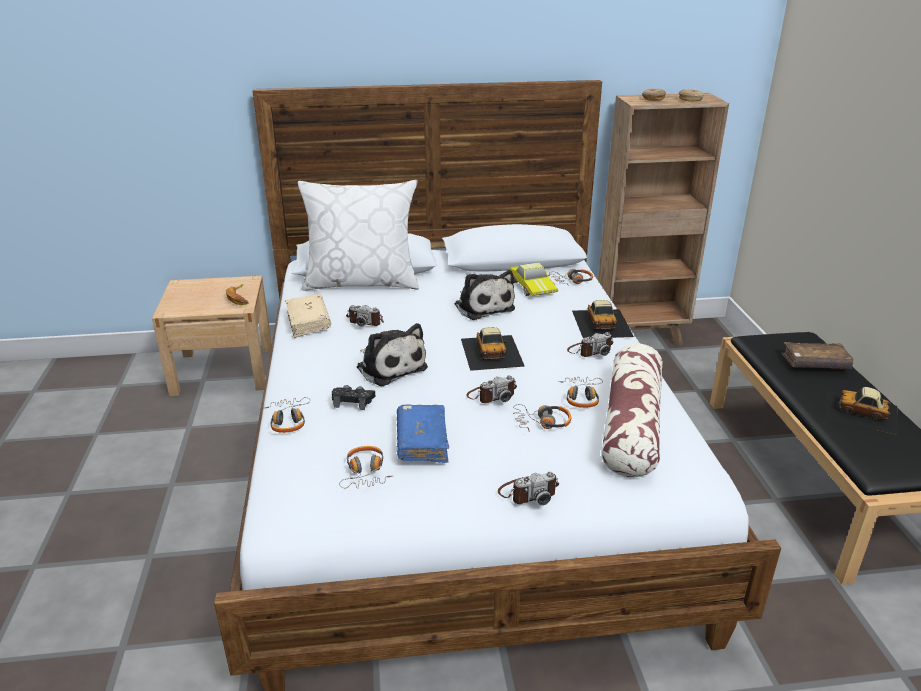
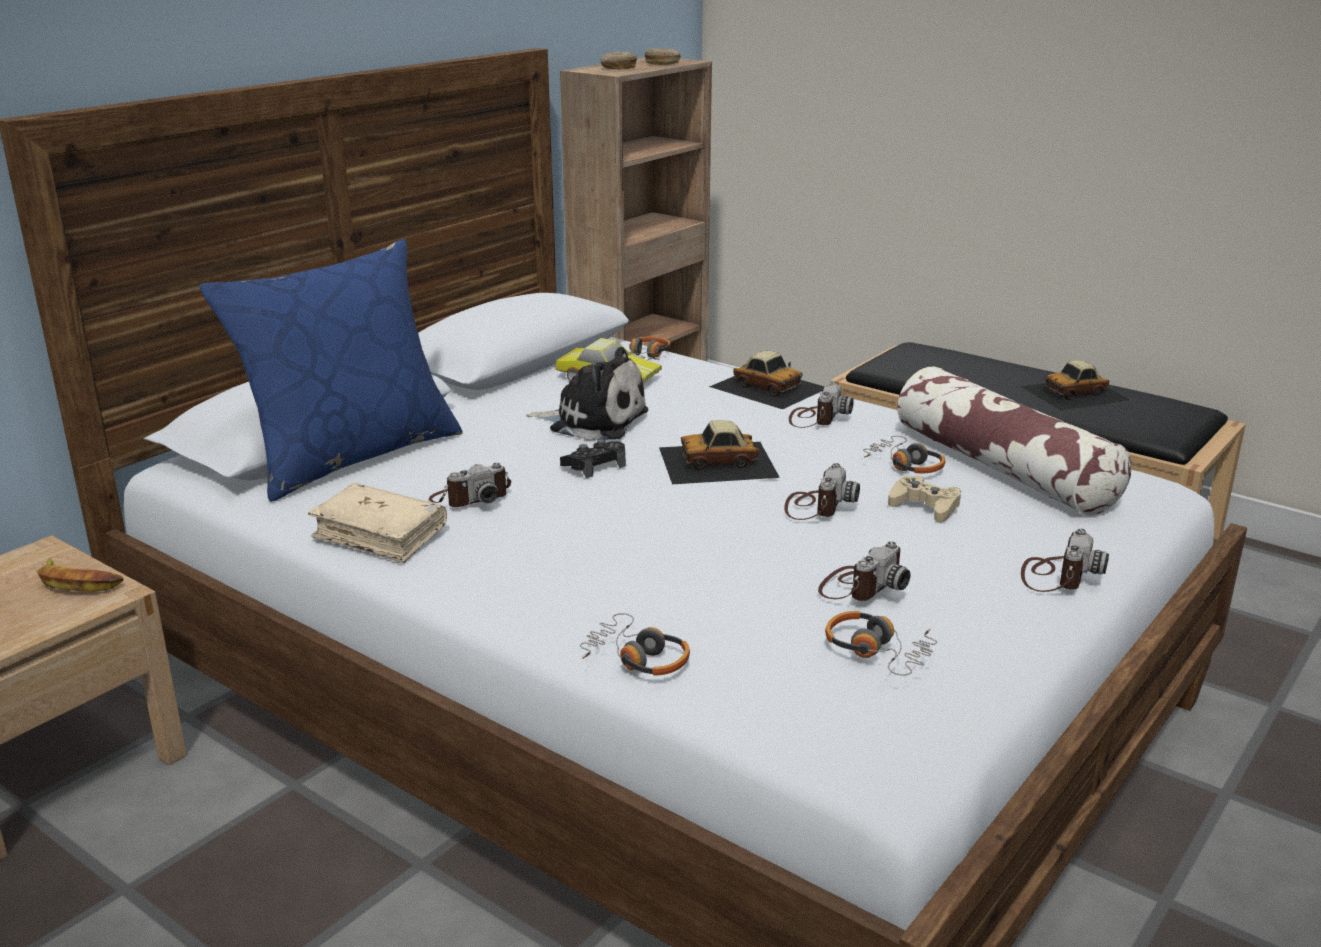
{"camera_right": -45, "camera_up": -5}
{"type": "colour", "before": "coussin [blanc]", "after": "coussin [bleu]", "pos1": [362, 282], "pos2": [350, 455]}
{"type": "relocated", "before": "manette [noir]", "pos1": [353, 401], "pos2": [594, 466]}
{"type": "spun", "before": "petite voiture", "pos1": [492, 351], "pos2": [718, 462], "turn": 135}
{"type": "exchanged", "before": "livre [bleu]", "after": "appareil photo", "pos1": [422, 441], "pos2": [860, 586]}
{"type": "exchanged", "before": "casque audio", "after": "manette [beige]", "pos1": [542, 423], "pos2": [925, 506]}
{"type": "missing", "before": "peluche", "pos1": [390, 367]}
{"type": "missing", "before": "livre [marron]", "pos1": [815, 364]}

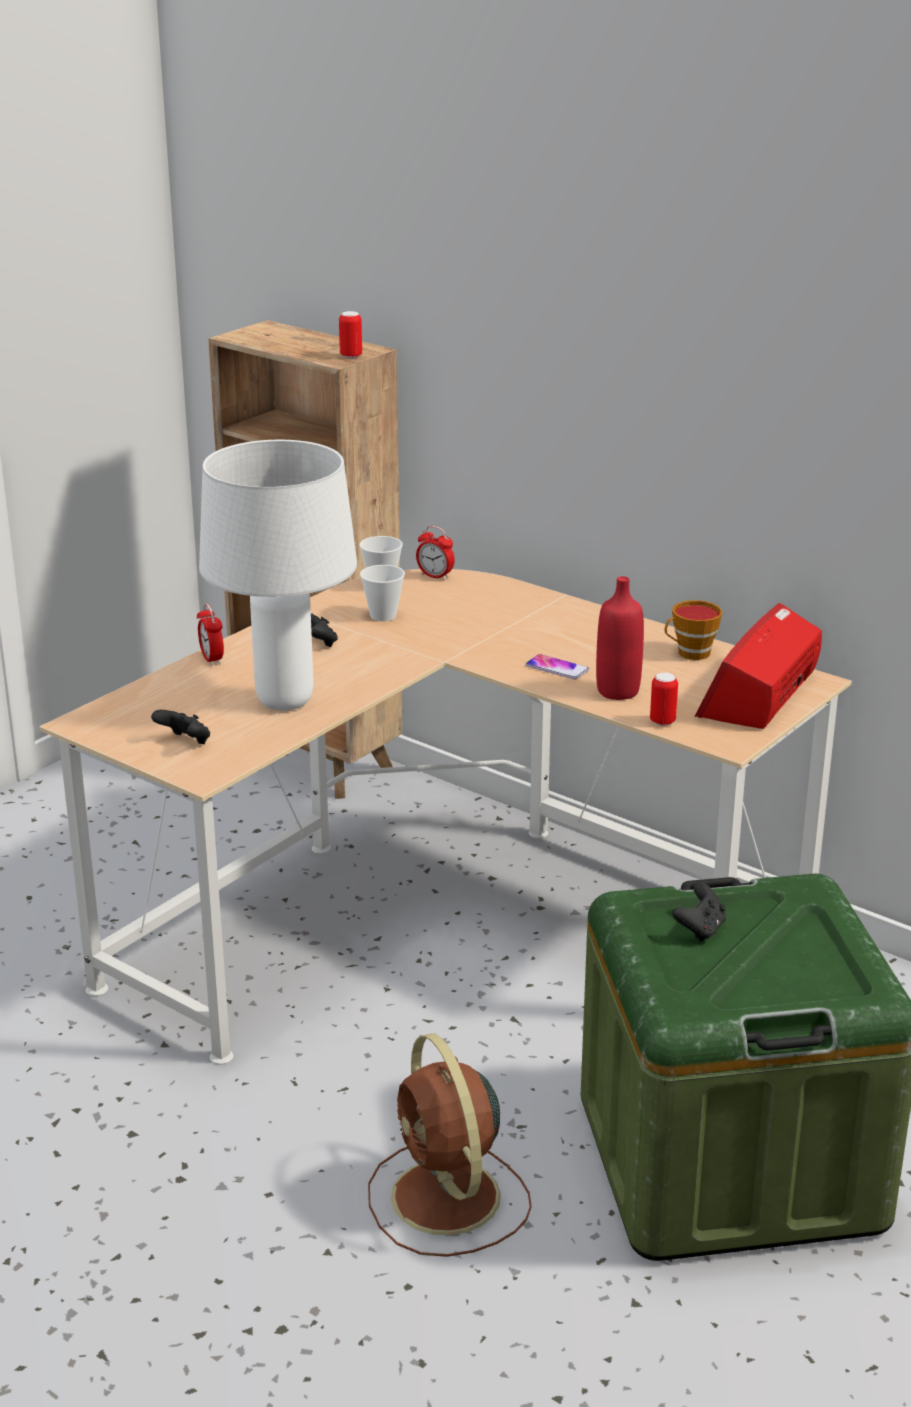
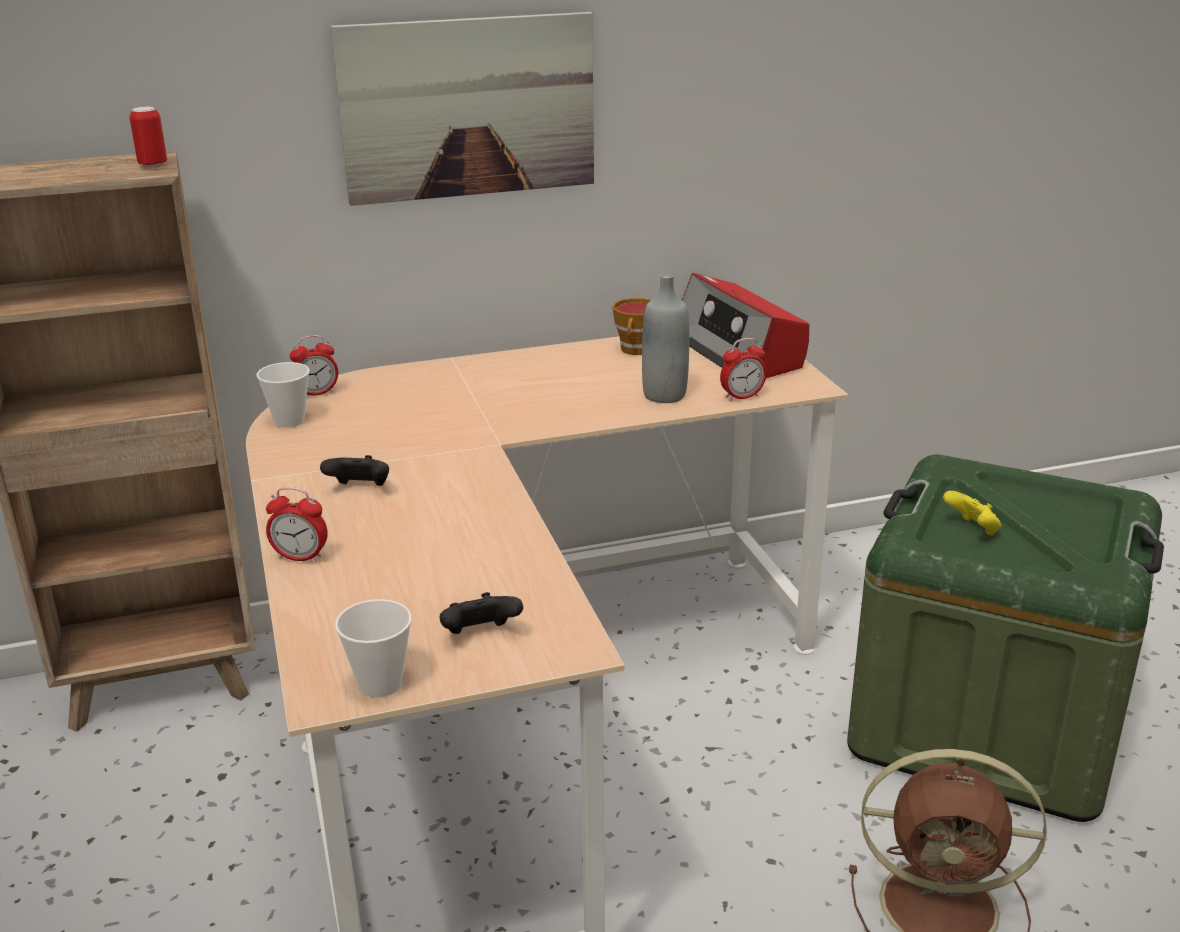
{"camera_right": -55, "camera_up": 0}
{"type": "appeared", "after": "tableau", "pos2": [468, 108]}
{"type": "relocated", "before": "tasse", "pos1": [383, 616], "pos2": [380, 684]}
{"type": "colour", "before": "bouteille [rouge]", "after": "bouteille [gris]", "pos1": [617, 691], "pos2": [664, 395]}
{"type": "exchanged", "before": "boîte métallique", "after": "réveil", "pos1": [662, 721], "pos2": [742, 397]}
{"type": "colour", "before": "manette [noir]", "after": "manette [jaune]", "pos1": [700, 929], "pos2": [972, 529]}
{"type": "missing", "before": "lampe de table [blanc]", "pos1": [286, 701]}
{"type": "missing", "before": "téléphone", "pos1": [557, 668]}

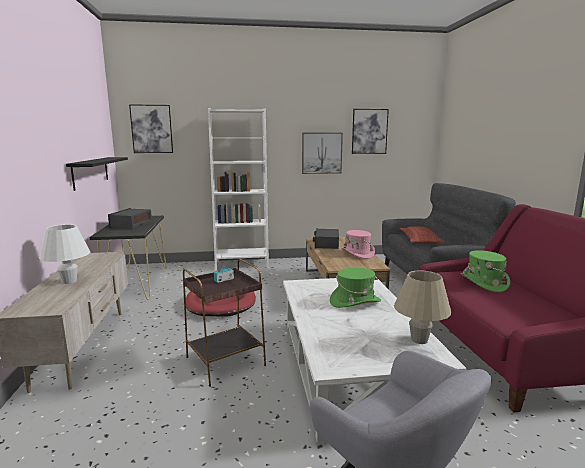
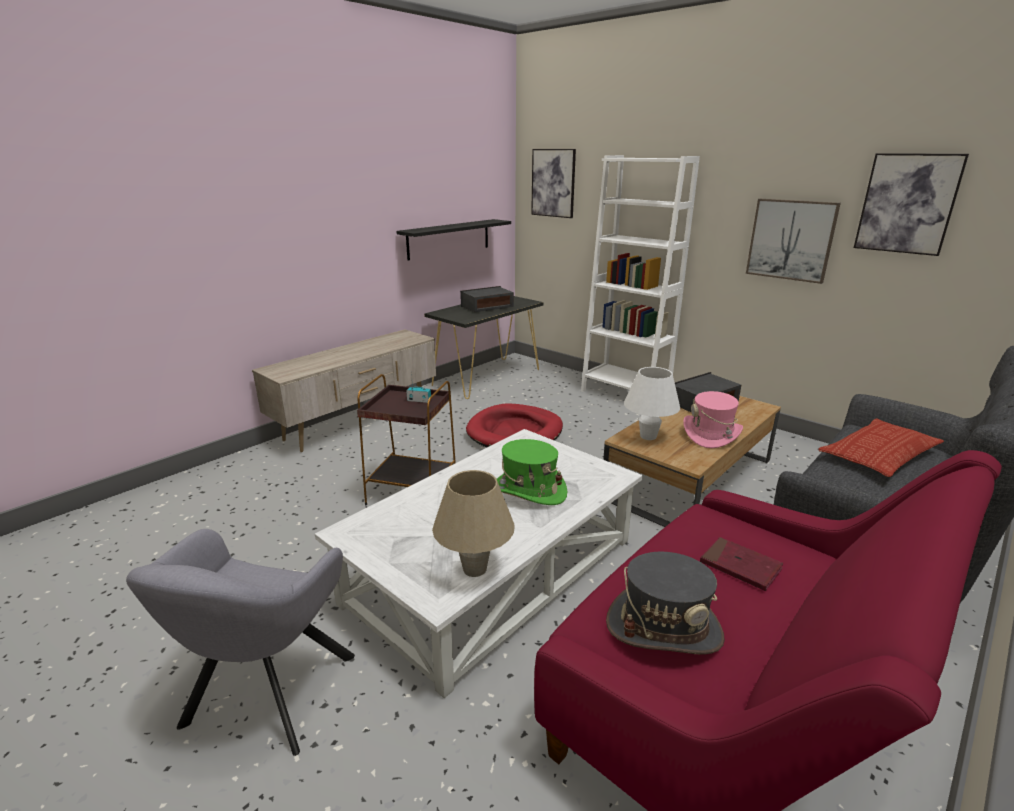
{"camera_right": 50, "camera_up": 10}
{"type": "appeared", "after": "chapeau [gris]", "pos2": [664, 627]}
{"type": "relocated", "before": "lampe de table [blanc]", "pos1": [69, 281], "pos2": [648, 436]}
{"type": "exchanged", "before": "chapeau [vert]", "after": "livre [rouge]", "pos1": [483, 283], "pos2": [740, 566]}

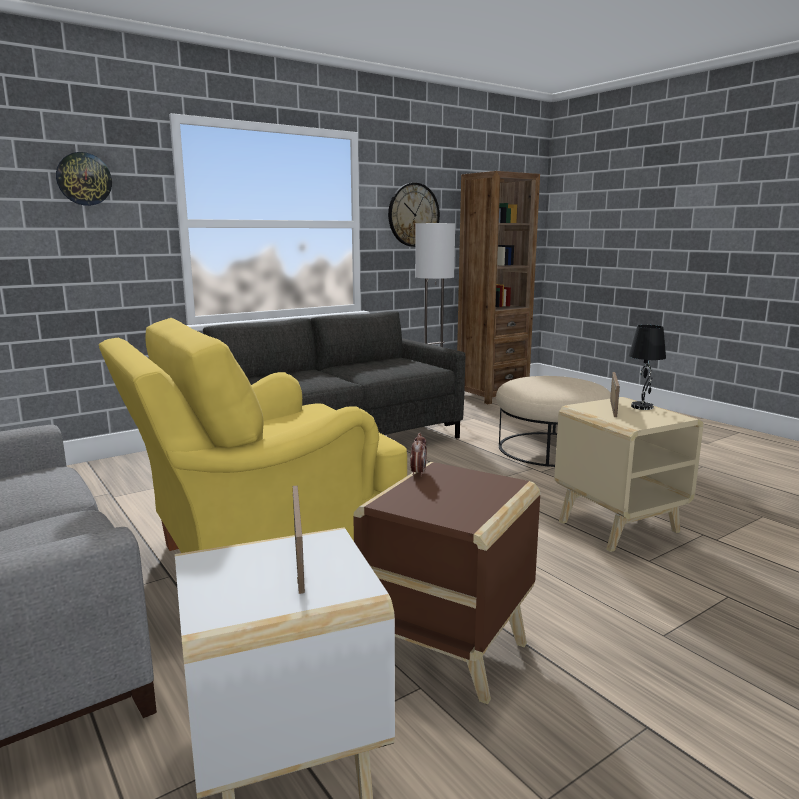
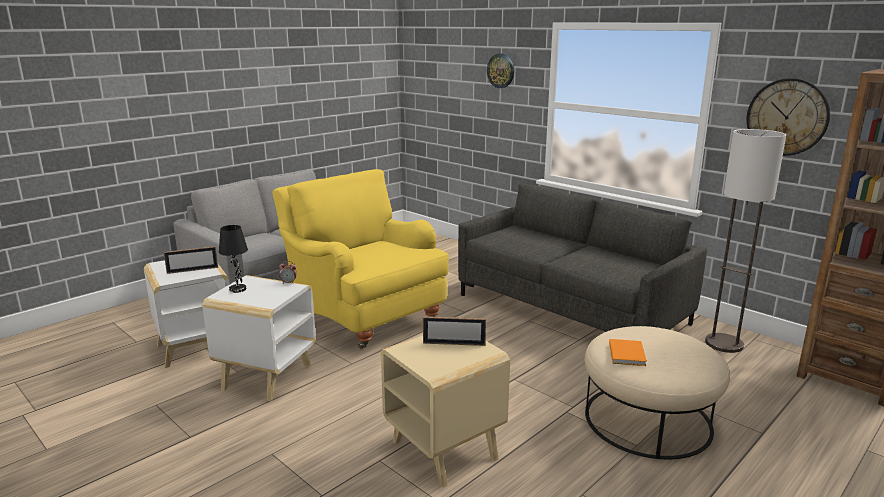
{"camera_right": 80, "camera_up": 5}
{"type": "colour", "before": "table d'appoint [marron]", "after": "table d'appoint [blanc]", "pos1": [444, 649], "pos2": [267, 376]}
{"type": "relocated", "before": "lampe de table [noir]", "pos1": [642, 406], "pos2": [238, 289]}
{"type": "appeared", "after": "livre [orange]", "pos2": [627, 353]}

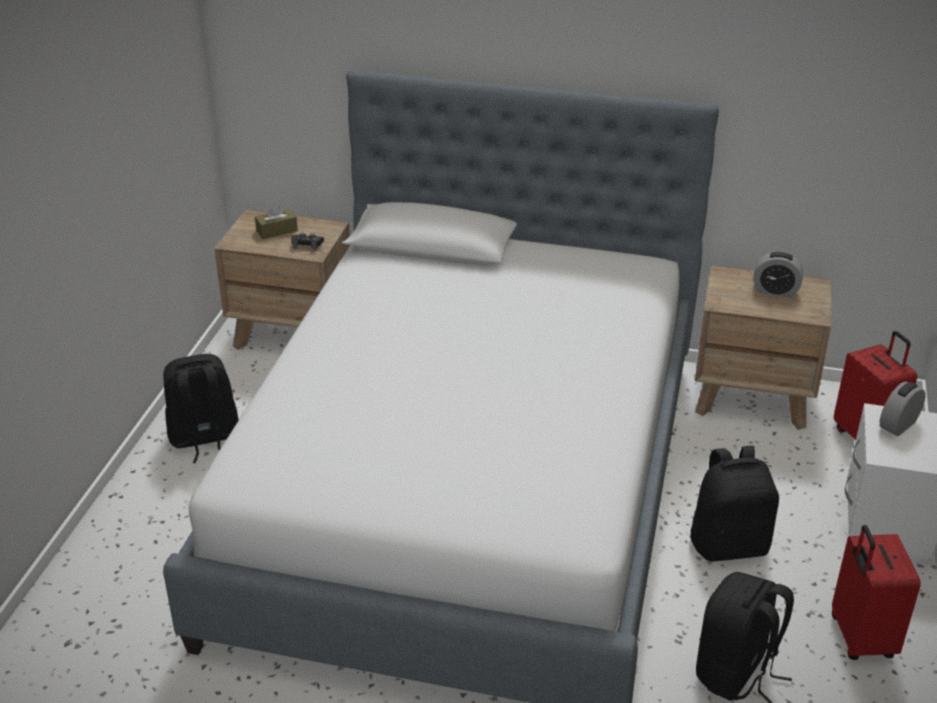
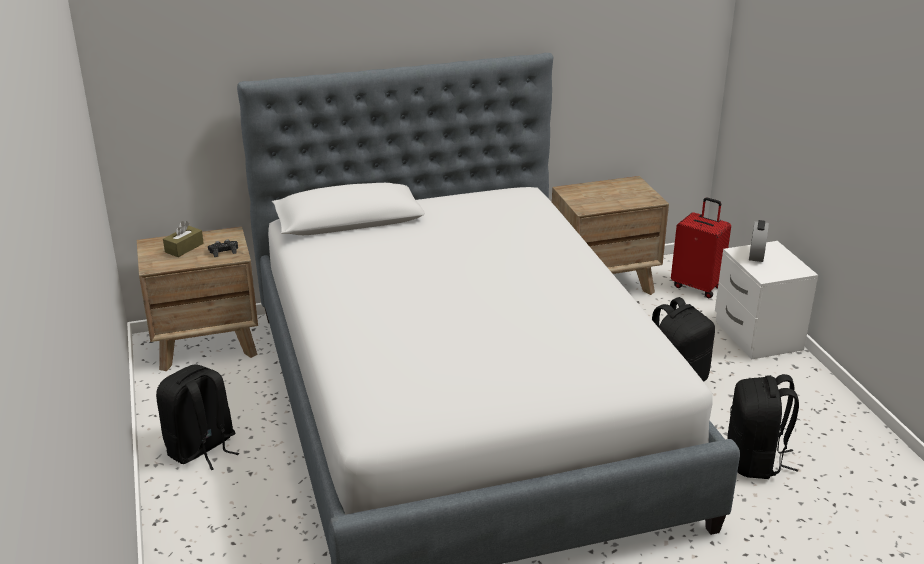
{"camera_right": -30, "camera_up": -5}
{"type": "missing", "before": "réveil", "pos1": [775, 291]}
{"type": "missing", "before": "valise [rouge]", "pos1": [860, 638]}

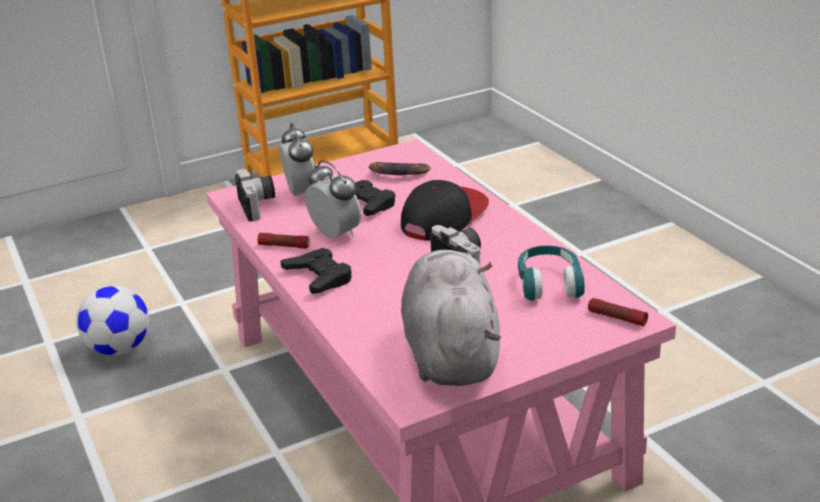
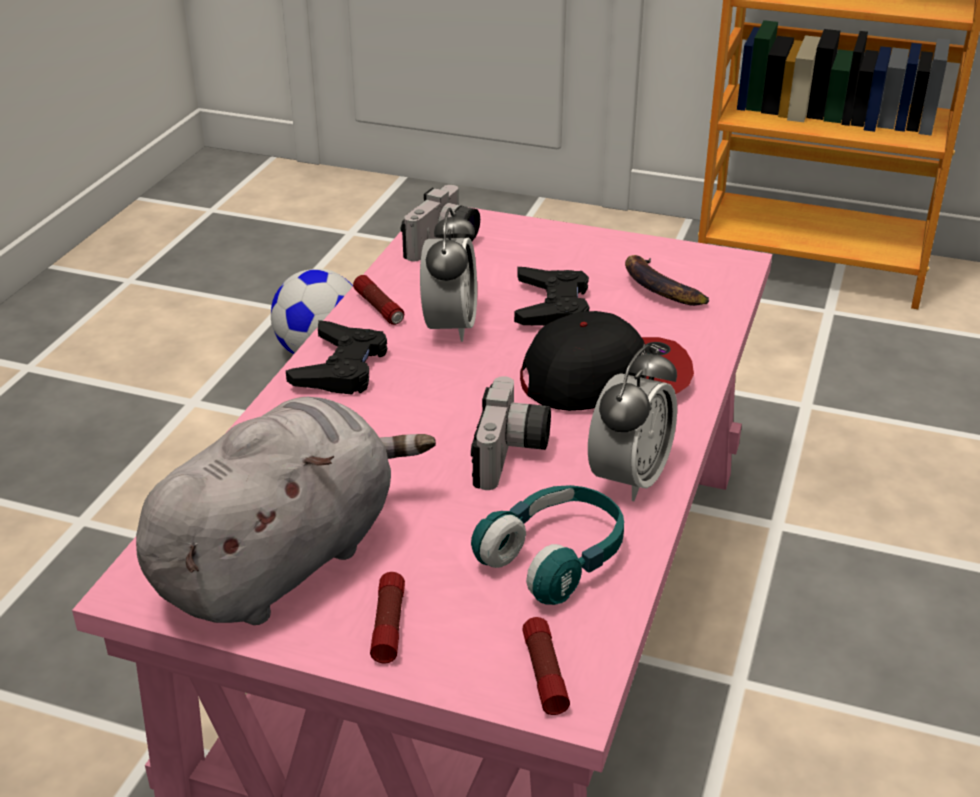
{"camera_right": 45, "camera_up": 5}
{"type": "appeared", "after": "lampe de poche", "pos2": [388, 625]}
{"type": "relocated", "before": "réveil", "pos1": [301, 194], "pos2": [629, 478]}

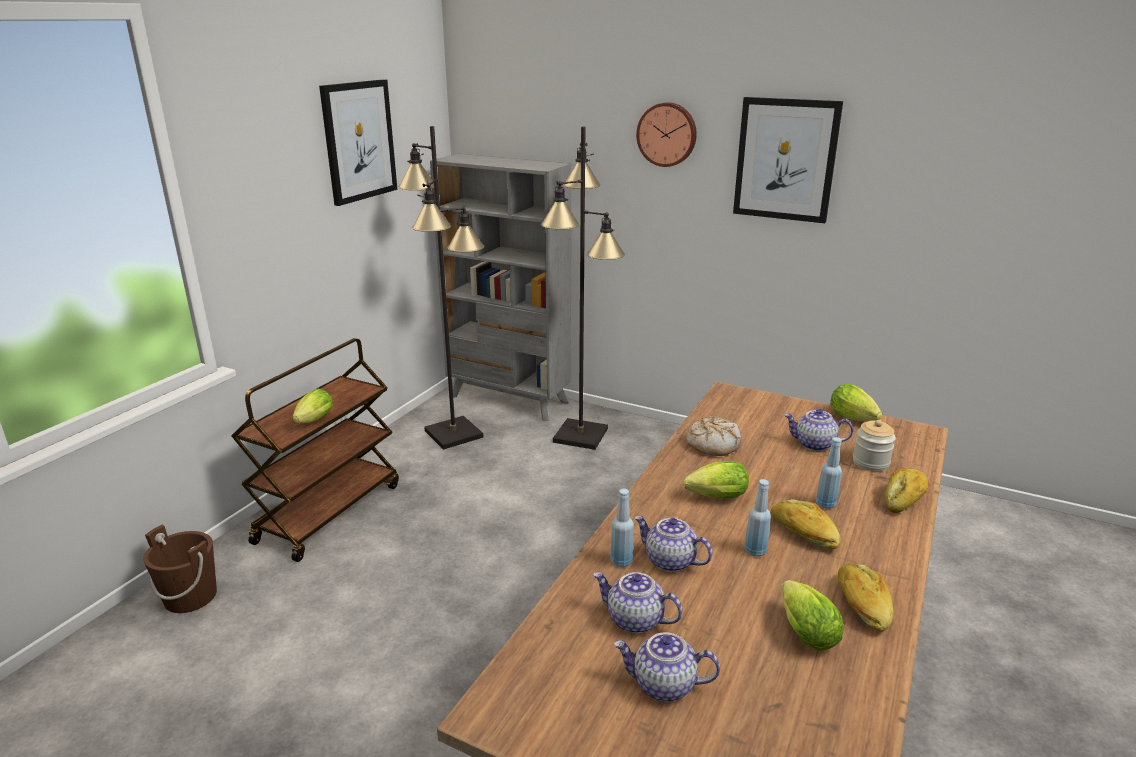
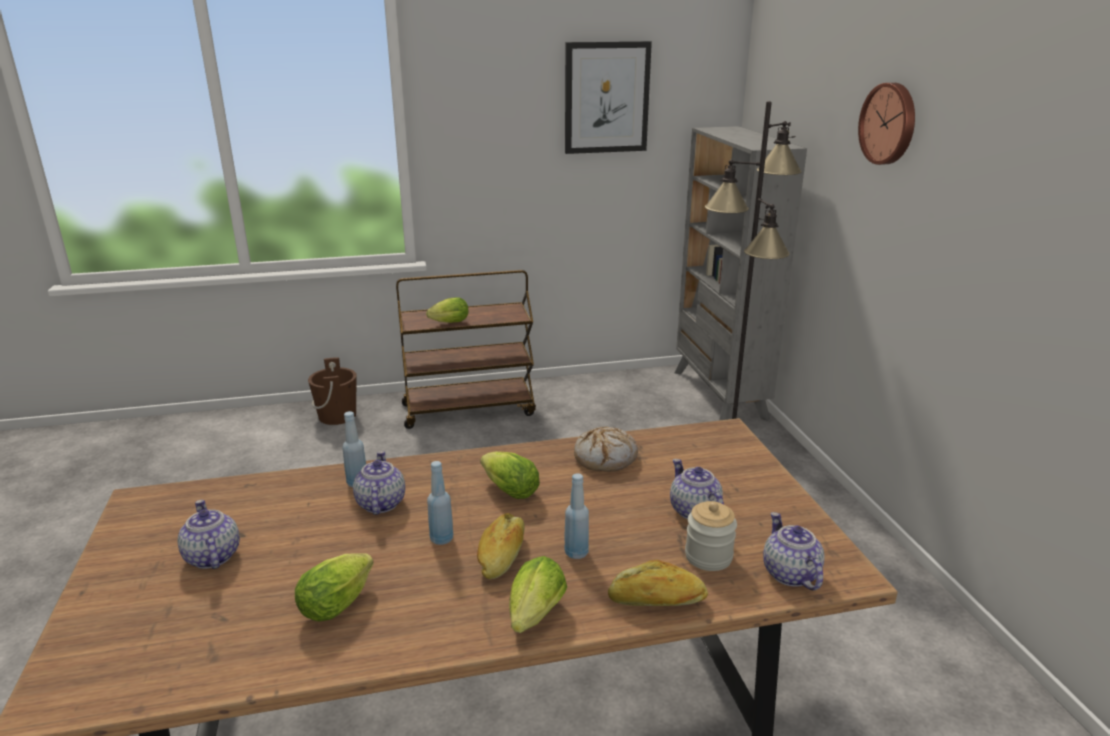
{"camera_right": 50, "camera_up": 0}
{"type": "relocated", "before": "laitue", "pos1": [855, 419], "pos2": [533, 618]}
{"type": "relocated", "before": "théière", "pos1": [634, 620], "pos2": [789, 573]}
{"type": "missing", "before": "lampadaire [noir]", "pos1": [454, 433]}
{"type": "missing", "before": "tableau", "pos1": [785, 159]}
{"type": "missing", "before": "pain", "pos1": [861, 605]}

